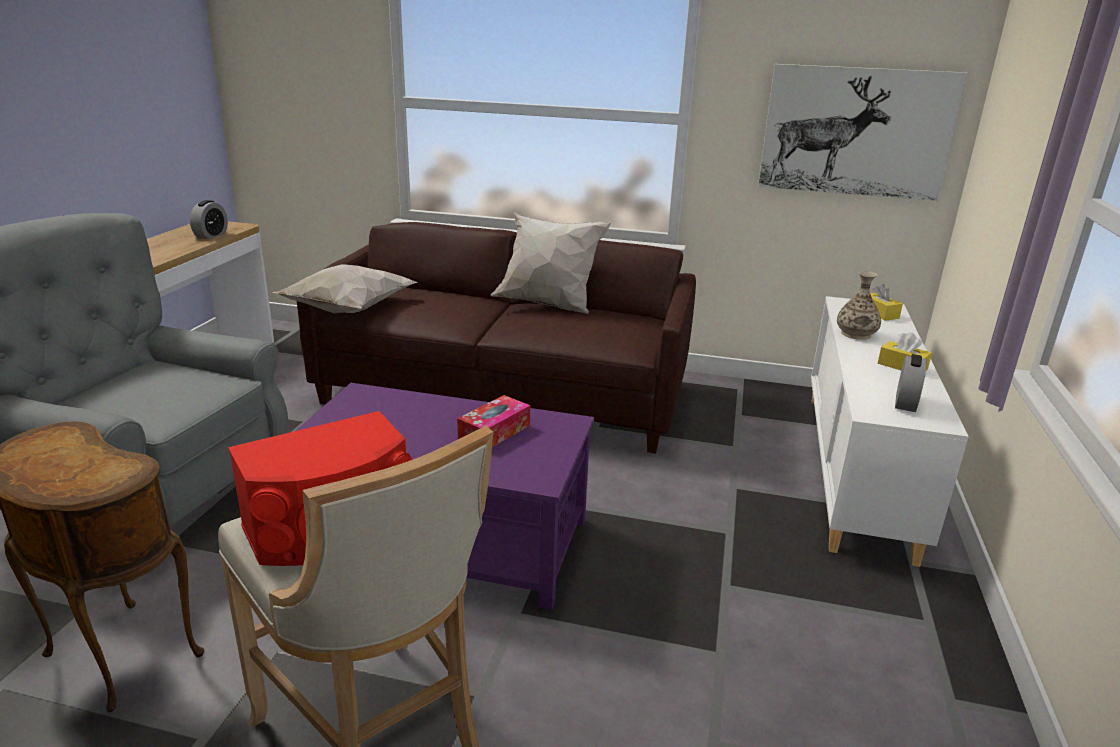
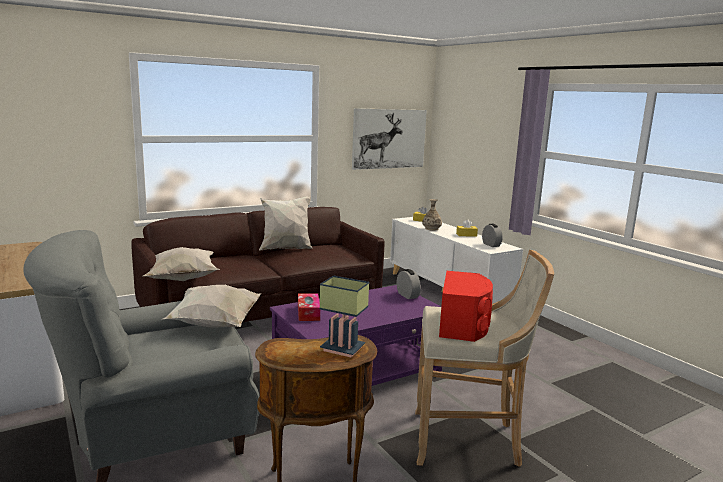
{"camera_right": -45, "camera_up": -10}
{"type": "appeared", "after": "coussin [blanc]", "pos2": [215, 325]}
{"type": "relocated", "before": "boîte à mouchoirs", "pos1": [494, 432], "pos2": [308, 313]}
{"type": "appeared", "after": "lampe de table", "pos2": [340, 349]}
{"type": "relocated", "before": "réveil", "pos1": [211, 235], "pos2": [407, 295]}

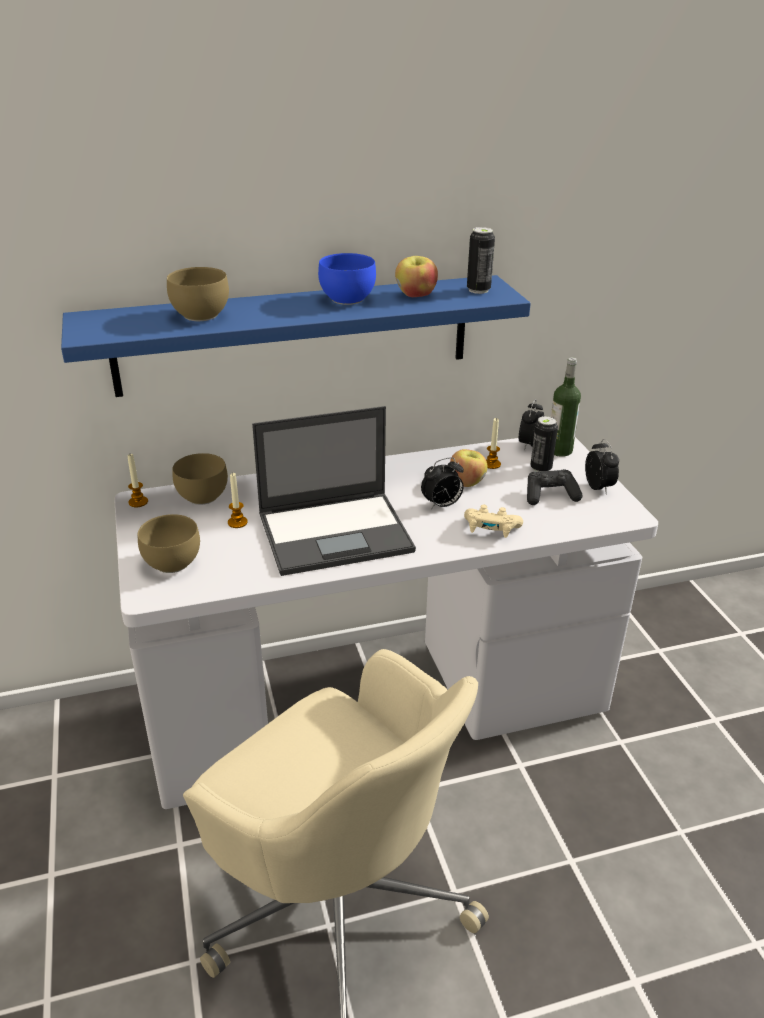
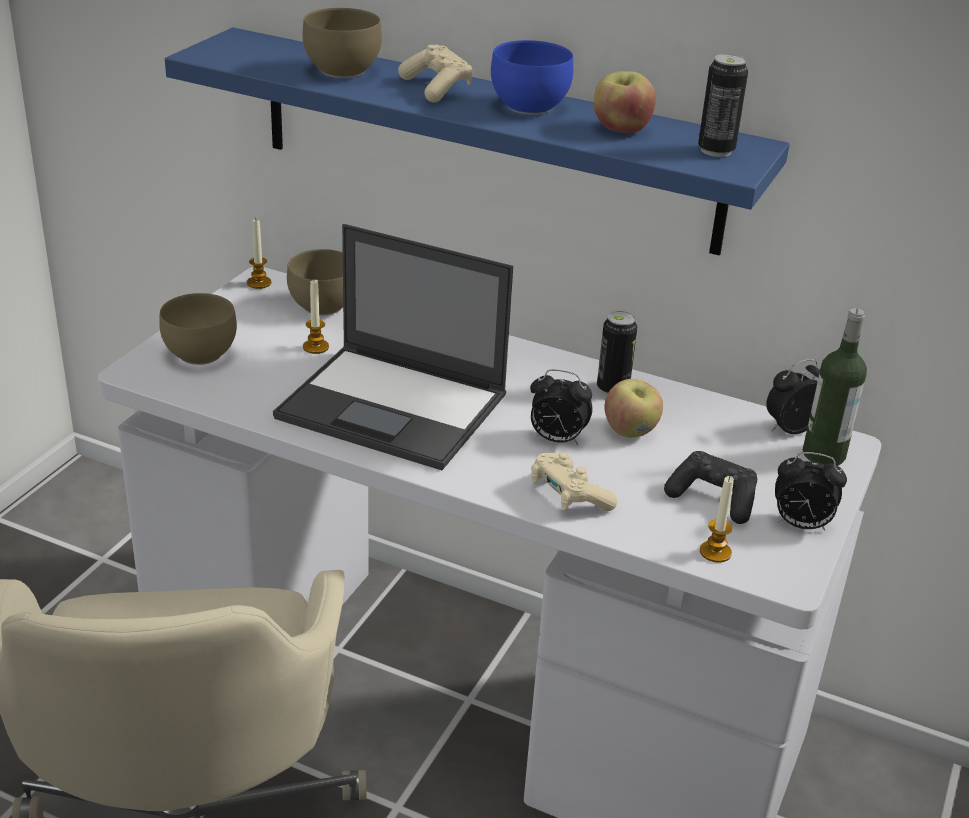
{"camera_right": 40, "camera_up": 0}
{"type": "appeared", "after": "manette [beige]", "pos2": [436, 88]}
{"type": "relocated", "before": "boîte métallique", "pos1": [541, 468], "pos2": [612, 389]}
{"type": "relocated", "before": "bougie", "pos1": [492, 464], "pos2": [715, 552]}
{"type": "spun", "before": "réveil", "pos1": [599, 488], "pos2": [800, 525], "turn": 75}

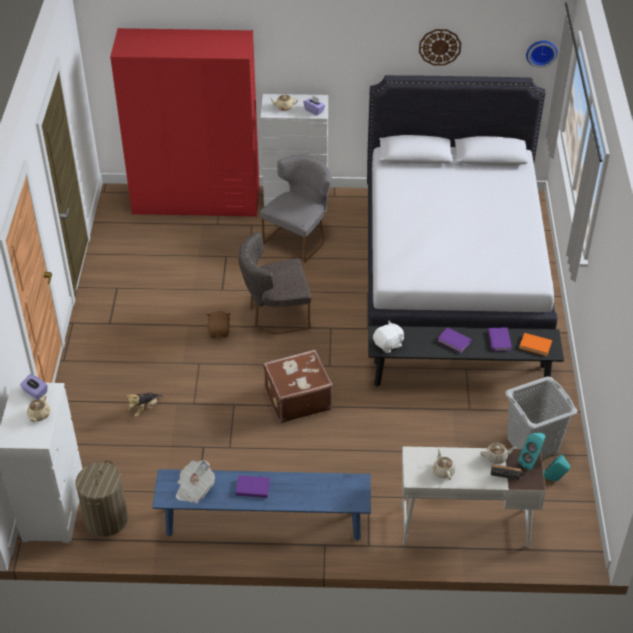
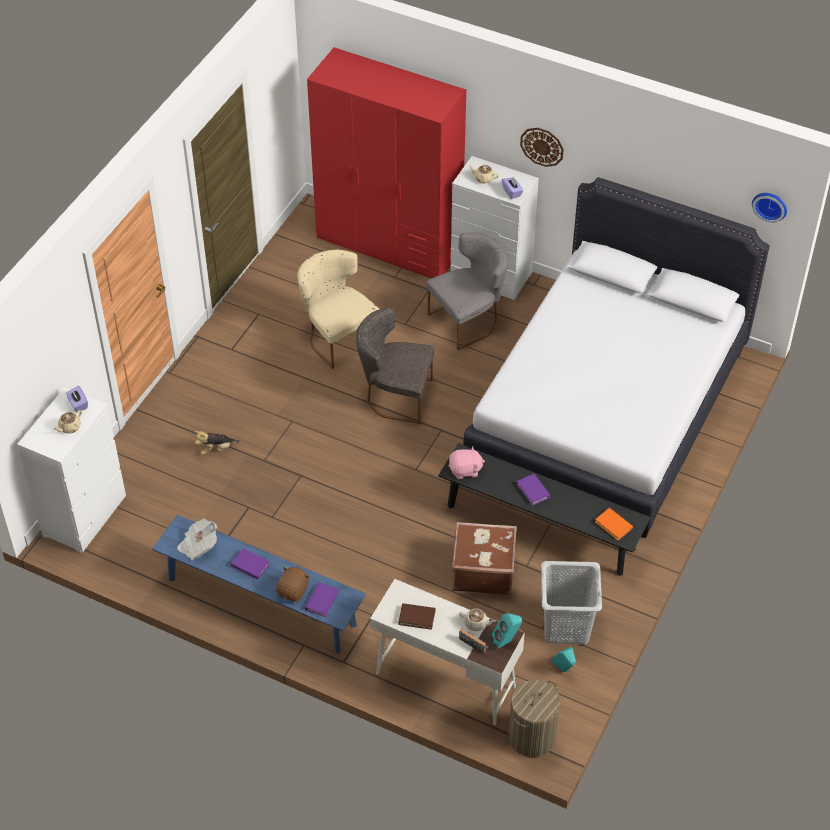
{"camera_right": 25, "camera_up": 5}
{"type": "relocated", "before": "peluche [marron]", "pos1": [219, 331], "pos2": [293, 591]}
{"type": "appeared", "after": "chaise [beige]", "pos2": [337, 338]}
{"type": "relocated", "before": "livre [violet]", "pos1": [499, 341], "pos2": [321, 601]}
{"type": "exchanged", "before": "théière [beige]", "after": "livre [marron]", "pos1": [443, 471], "pos2": [417, 617]}
{"type": "colour", "before": "peluche [blanc]", "after": "peluche [rose]", "pos1": [388, 344], "pos2": [465, 470]}
{"type": "relocated", "before": "valise [marron]", "pos1": [297, 399], "pos2": [482, 570]}
{"type": "relocated", "before": "panier à linge", "pos1": [106, 519], "pos2": [532, 736]}
{"type": "relocated", "before": "horloge murale", "pos1": [440, 46], "pos2": [542, 146]}

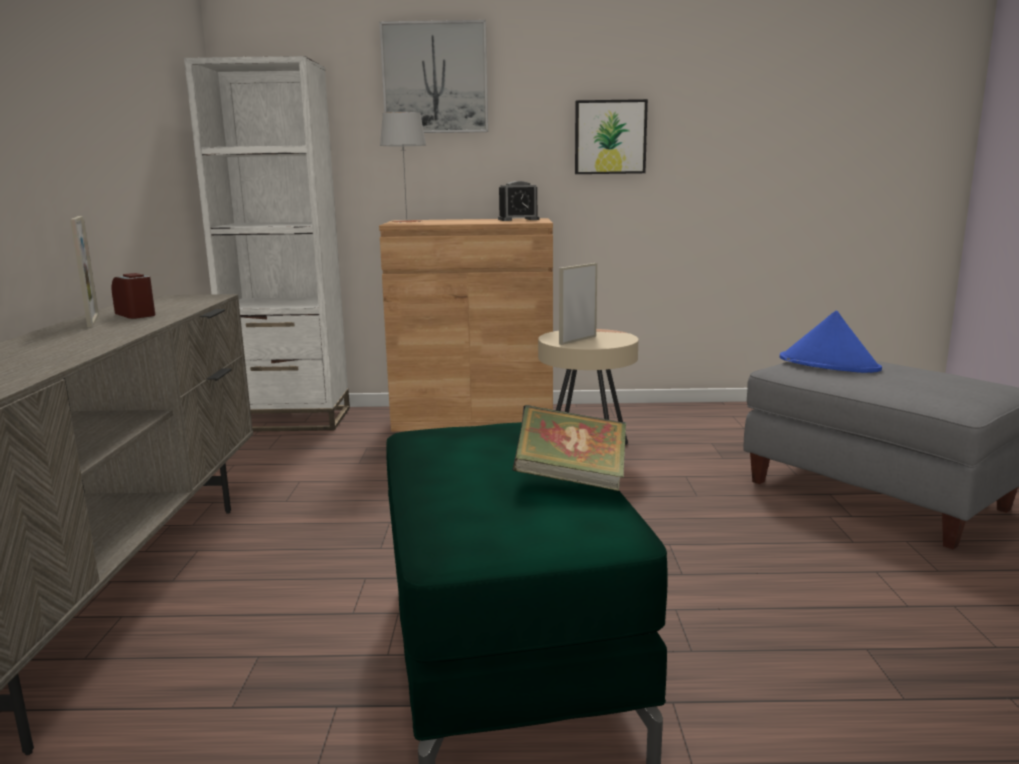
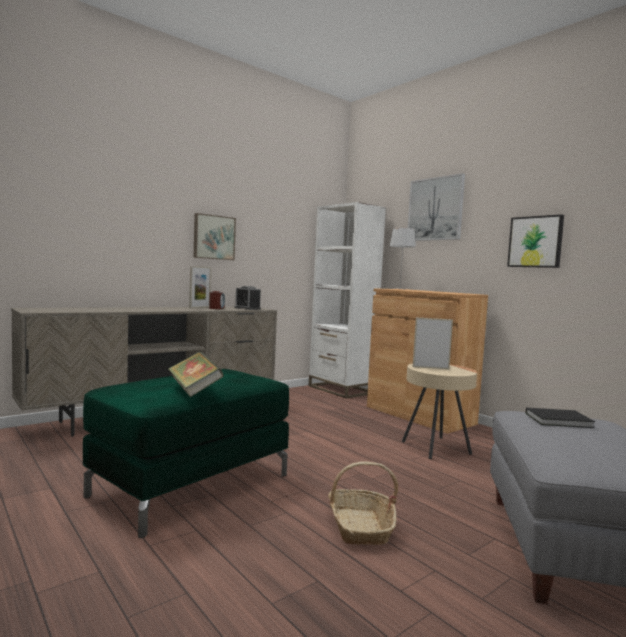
{"camera_right": 50, "camera_up": -10}
{"type": "appeared", "after": "tableau", "pos2": [213, 237]}
{"type": "relocated", "before": "réveil", "pos1": [518, 219], "pos2": [247, 308]}
{"type": "appeared", "after": "panier", "pos2": [360, 527]}
{"type": "exchanged", "before": "chapeau [bleu]", "after": "livre [noir]", "pos1": [829, 364], "pos2": [560, 421]}

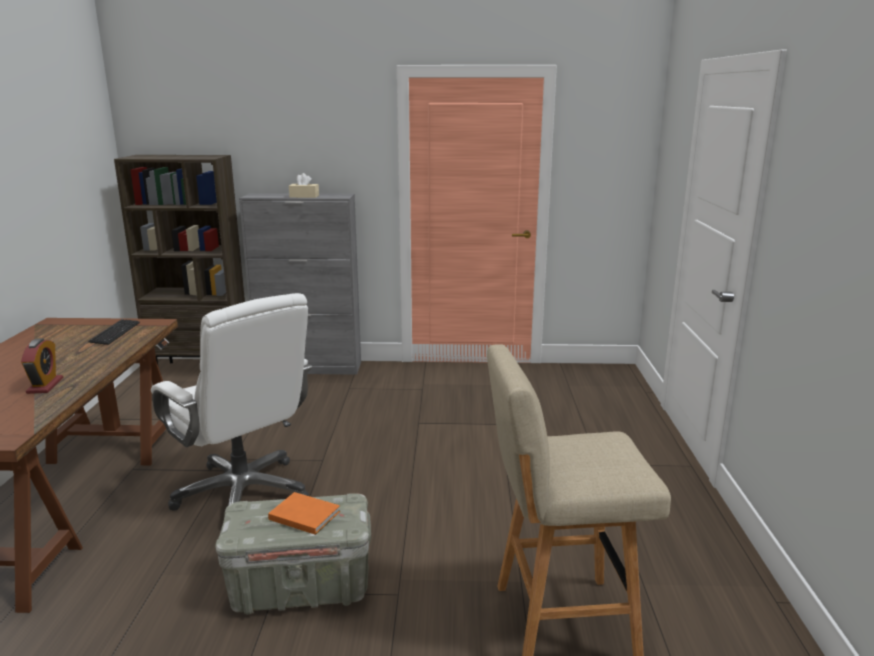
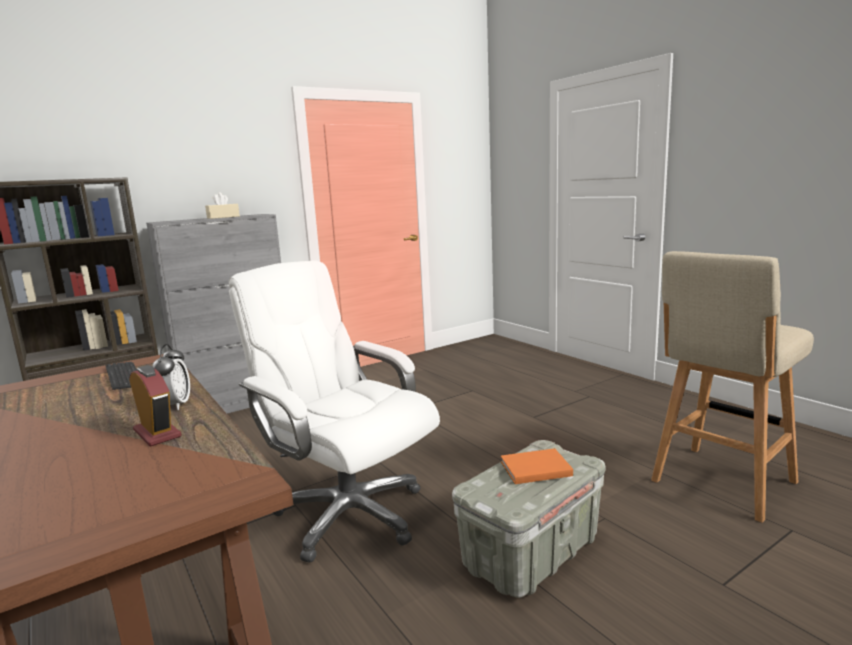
{"camera_right": -35, "camera_up": -5}
{"type": "appeared", "after": "réveil", "pos2": [174, 405]}
{"type": "spun", "before": "chaise de bureau [blanc]", "pos1": [243, 493], "pos2": [348, 513], "turn": -150}

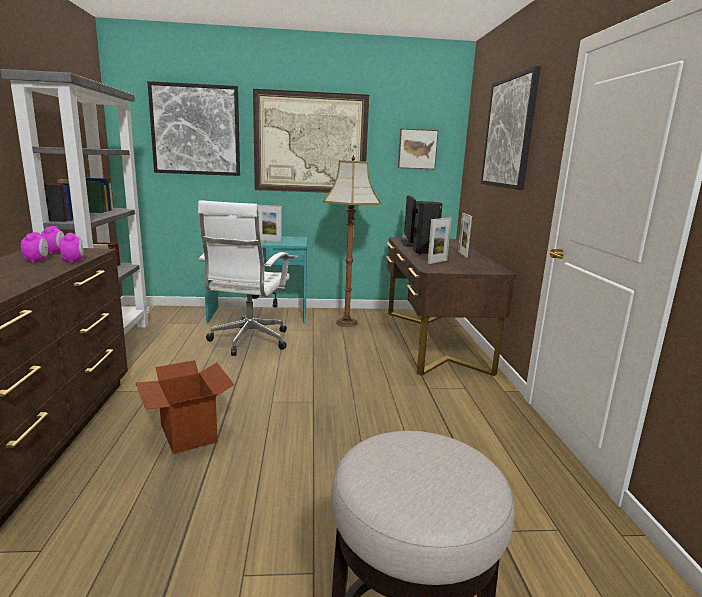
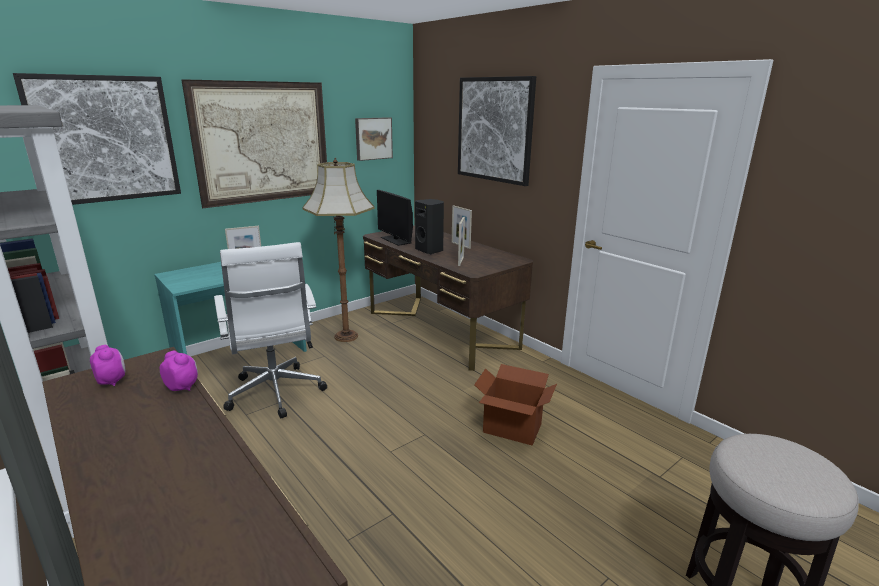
{"camera_right": -35, "camera_up": 5}
{"type": "relocated", "before": "carton", "pos1": [187, 433], "pos2": [512, 429]}
{"type": "missing", "before": "réveil", "pos1": [37, 261]}

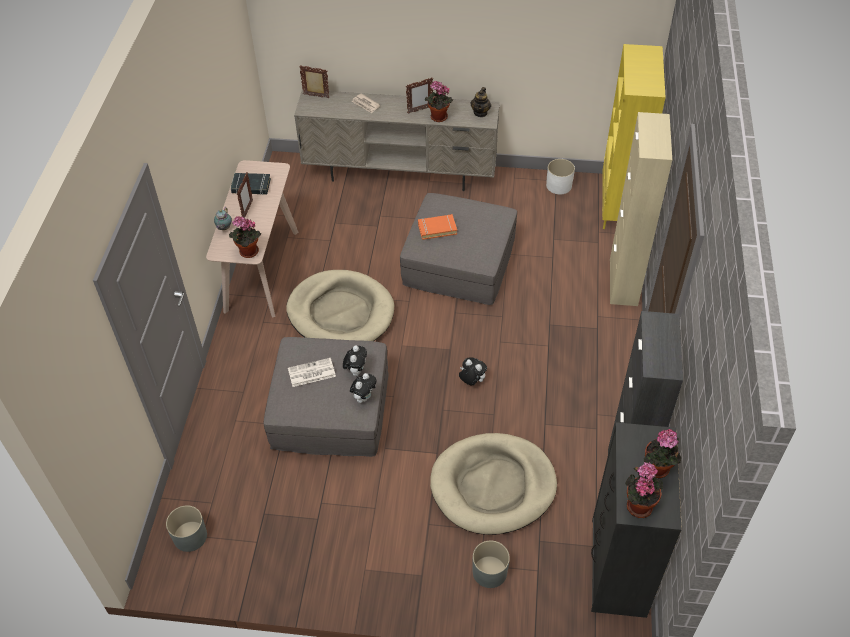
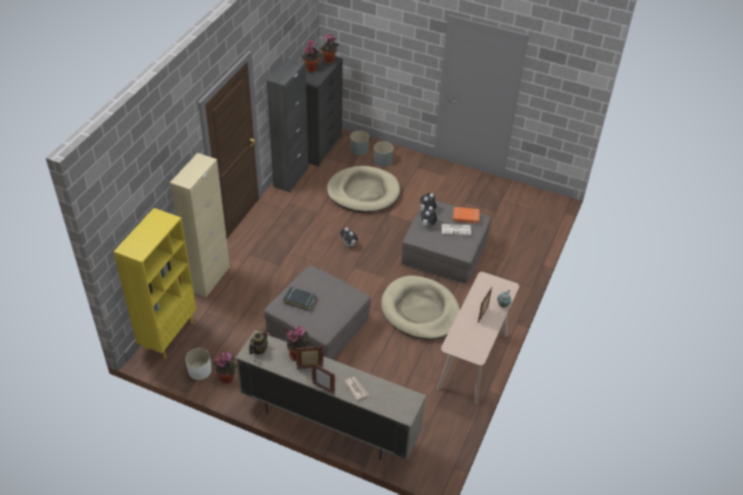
{"camera_right": -165, "camera_up": -5}
{"type": "relocated", "before": "plante en pot", "pos1": [247, 253], "pos2": [227, 377]}
{"type": "relocated", "before": "livre [noir]", "pos1": [251, 186], "pos2": [300, 300]}
{"type": "relocated", "before": "cadre photo", "pos1": [316, 96], "pos2": [323, 388]}
{"type": "relocated", "before": "cache-pot [gris]", "pos1": [190, 536], "pos2": [359, 150]}
{"type": "relocated", "before": "livre [orange]", "pos1": [437, 229], "pos2": [466, 217]}

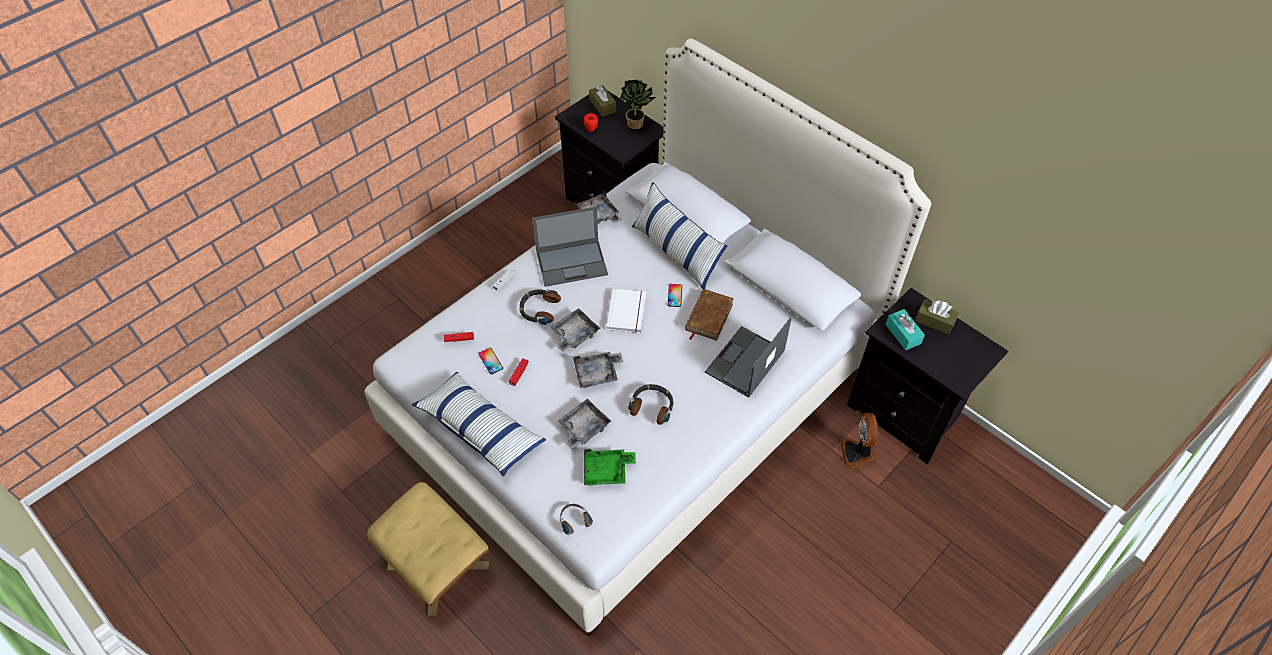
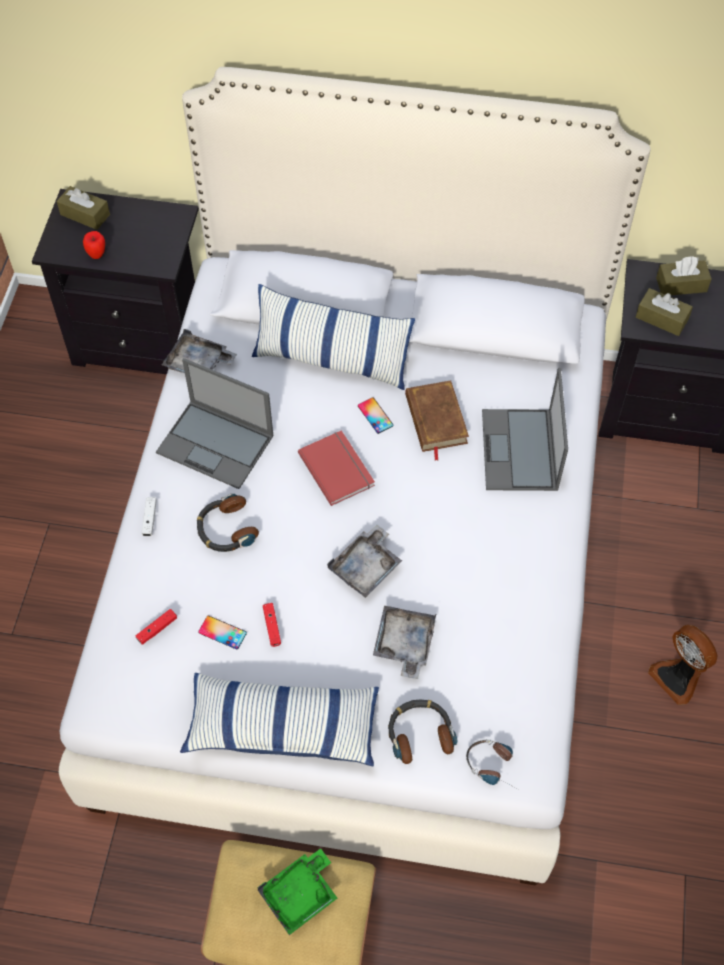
{"camera_right": -35, "camera_up": 5}
{"type": "spun", "before": "ordinateur portable", "pos1": [572, 262], "pos2": [216, 444], "turn": 75}
{"type": "relocated", "before": "plateau [vert]", "pos1": [607, 471], "pos2": [300, 894]}
{"type": "colour", "before": "livre [blanc]", "after": "livre [rouge]", "pos1": [628, 312], "pos2": [338, 468]}
{"type": "relocated", "before": "casque audio", "pos1": [652, 406], "pos2": [420, 733]}
{"type": "colour", "before": "boîte à mouchoirs [turquoise]", "after": "boîte à mouchoirs [marron]", "pos1": [903, 334], "pos2": [661, 318]}
{"type": "relocated", "before": "ventilateur", "pos1": [857, 453], "pos2": [678, 677]}
{"type": "missing", "before": "plateau [gris]", "pos1": [574, 335]}
{"type": "missing", "before": "plante en pot", "pos1": [637, 124]}

